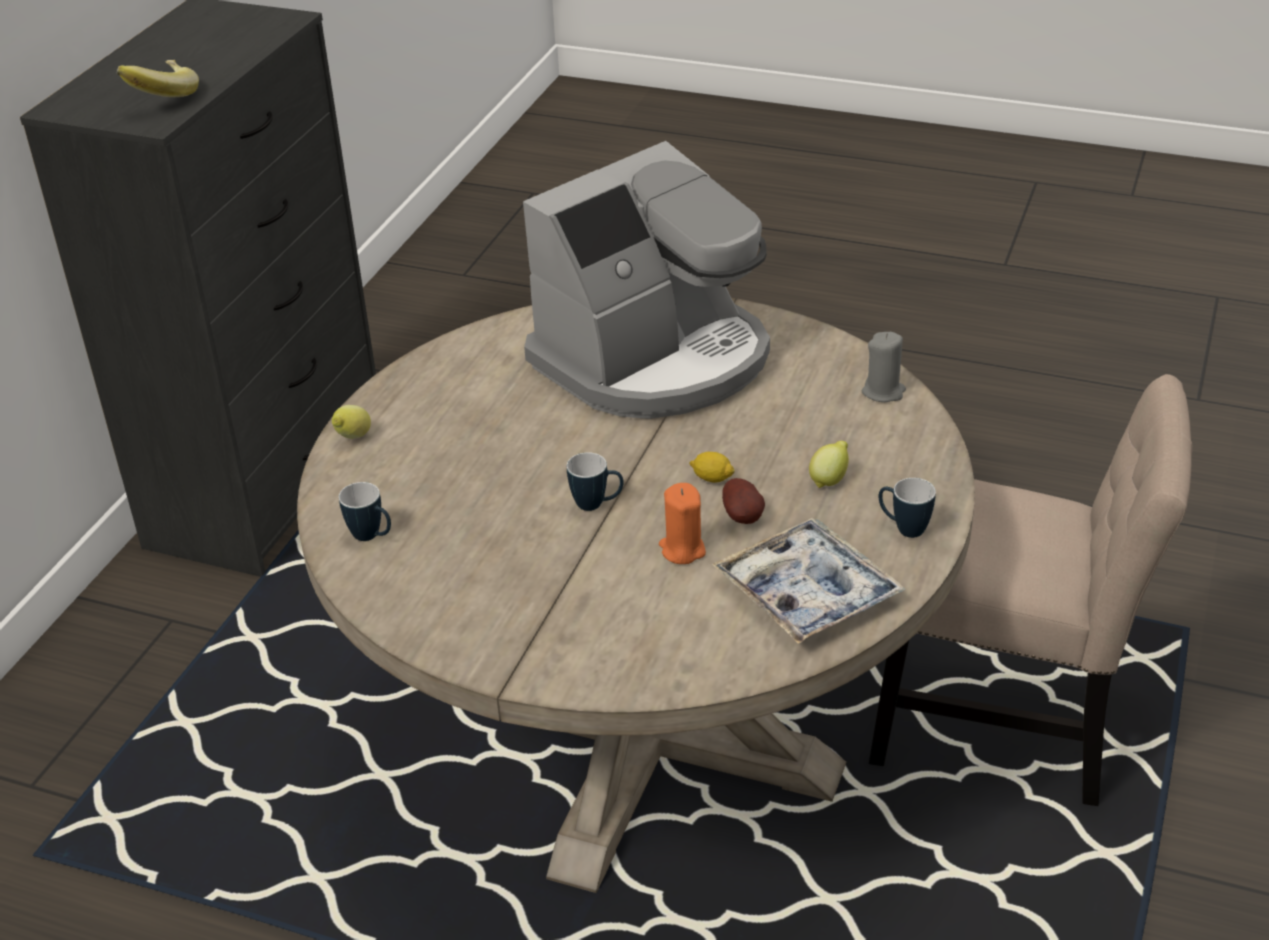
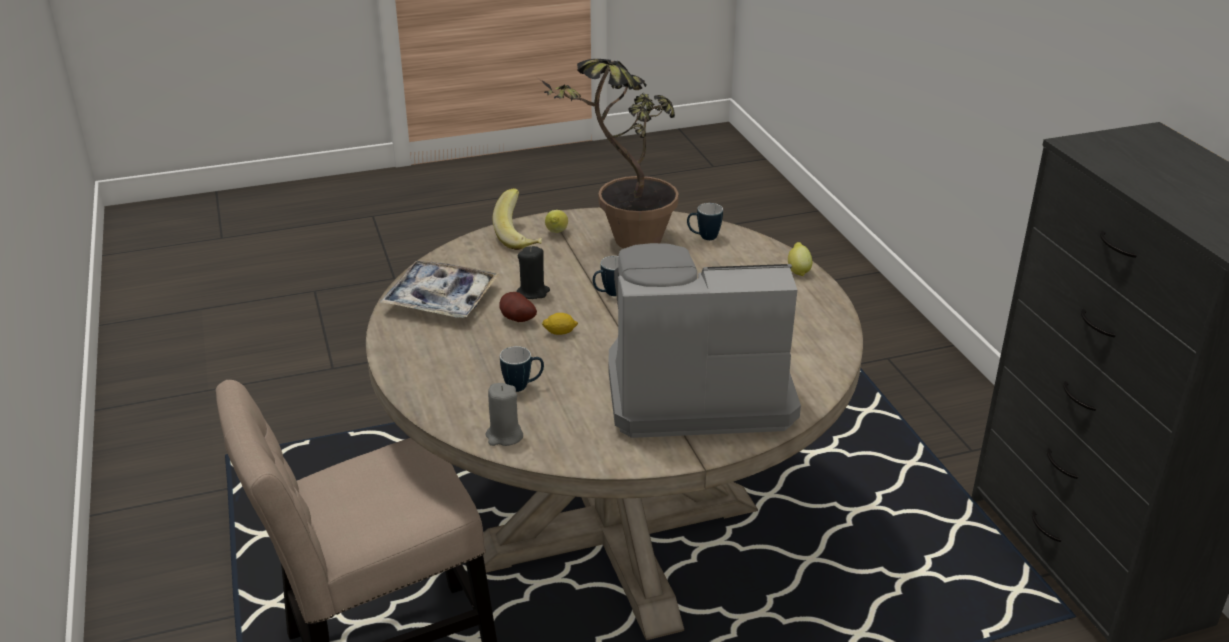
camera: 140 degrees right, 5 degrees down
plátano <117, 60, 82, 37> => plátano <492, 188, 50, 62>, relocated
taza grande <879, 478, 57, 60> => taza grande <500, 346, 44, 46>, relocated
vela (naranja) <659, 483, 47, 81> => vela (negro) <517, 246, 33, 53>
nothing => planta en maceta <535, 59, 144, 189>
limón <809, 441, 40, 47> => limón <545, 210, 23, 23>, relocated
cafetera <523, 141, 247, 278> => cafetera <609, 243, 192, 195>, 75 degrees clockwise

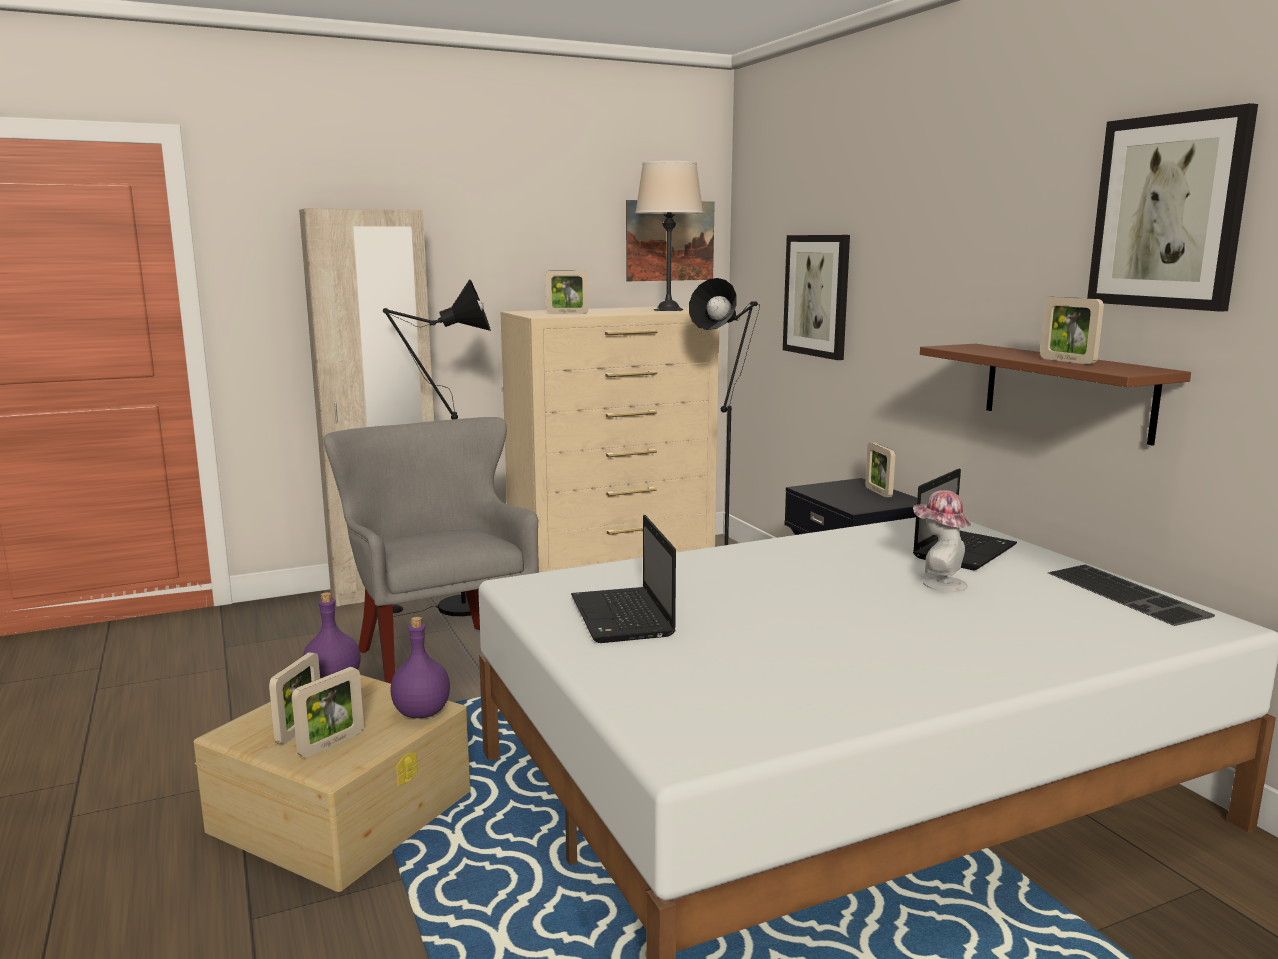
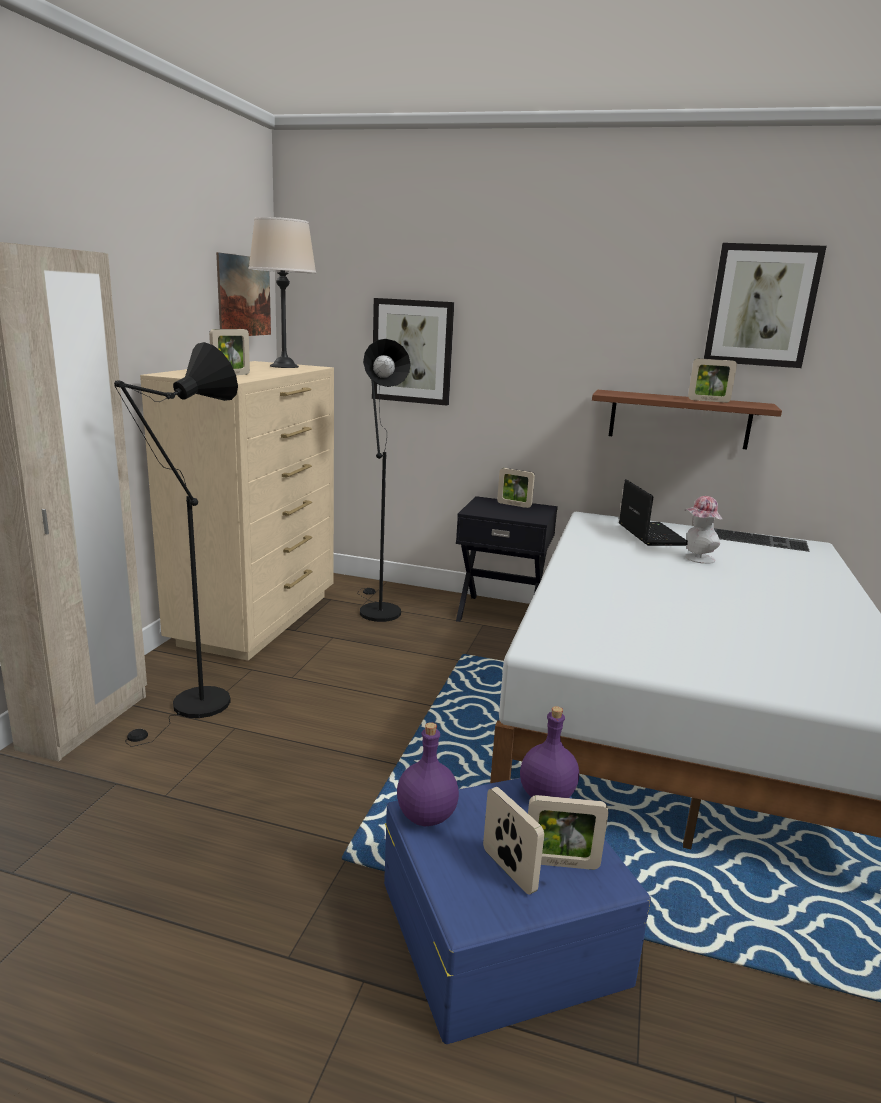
camera: 50 degrees left, 5 degrees up
caja de almacenaje (beis) <194, 675, 276, 217> => caja de almacenaje (azul) <384, 778, 267, 266>
portarretratos <292, 667, 72, 91> => portarretratos <528, 795, 80, 75>, 105 degrees clockwise
sillón (gris) <324, 417, 215, 267> => nothing
portátil <571, 515, 105, 128> => nothing

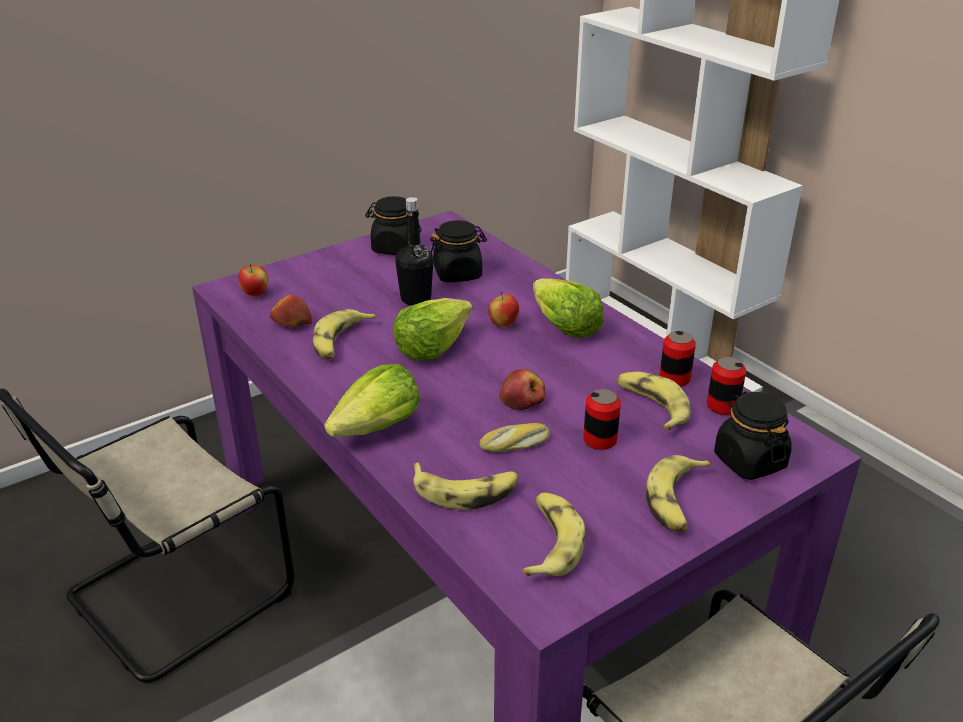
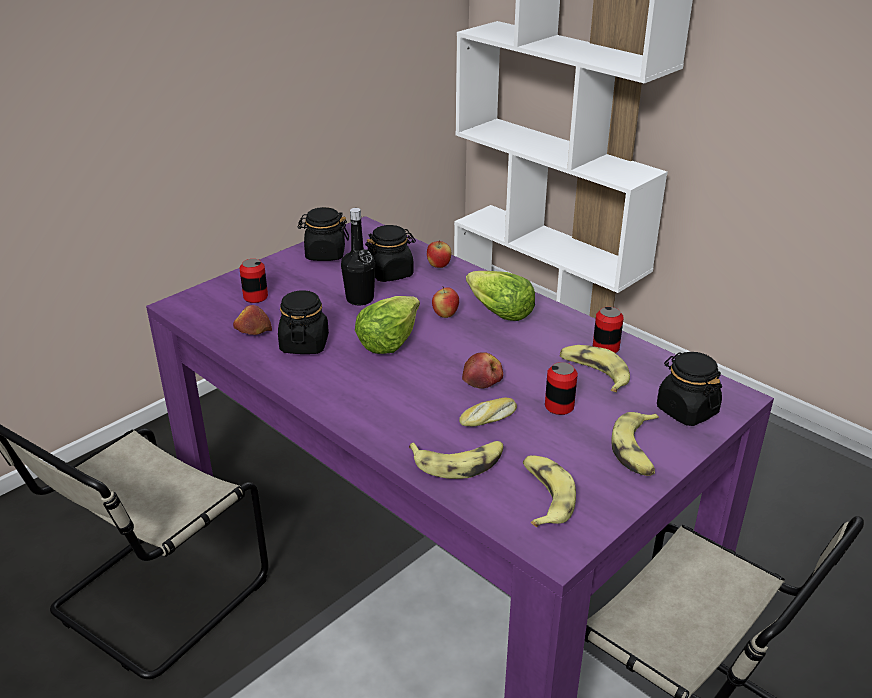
camera: 10 degrees left, 0 degrees up
lata <707, 357, 39, 58> => lata <239, 259, 29, 44>, relocated
plátano <313, 309, 63, 51> => tarro (negro) <278, 290, 51, 64>
manzana <238, 264, 30, 32> => manzana <427, 240, 24, 28>, relocated
lechuga <324, 364, 96, 73> => nothing

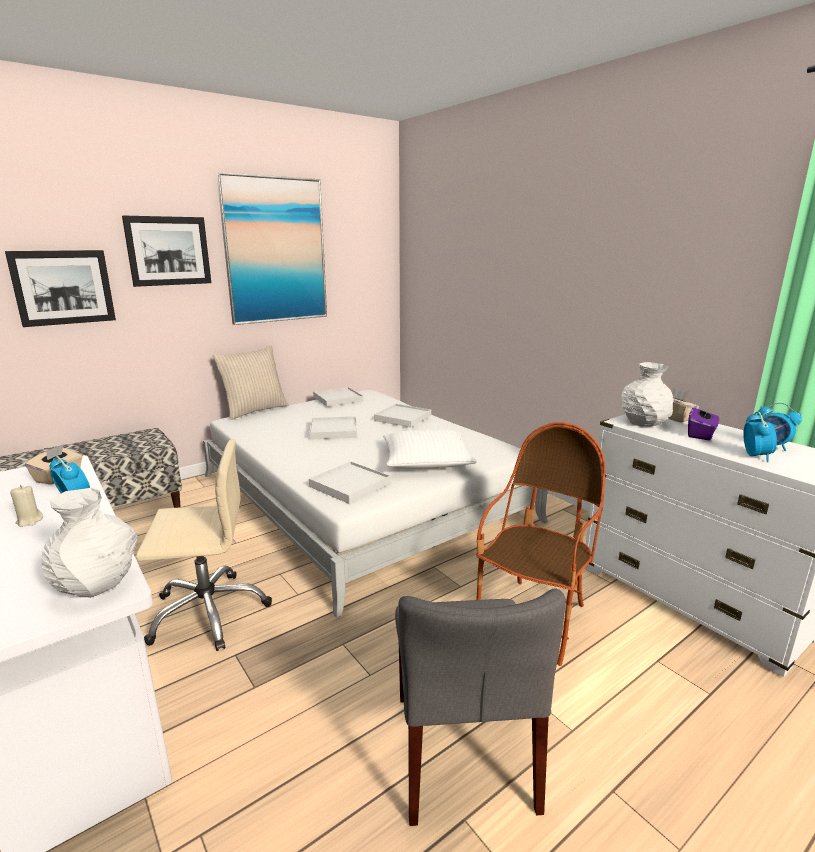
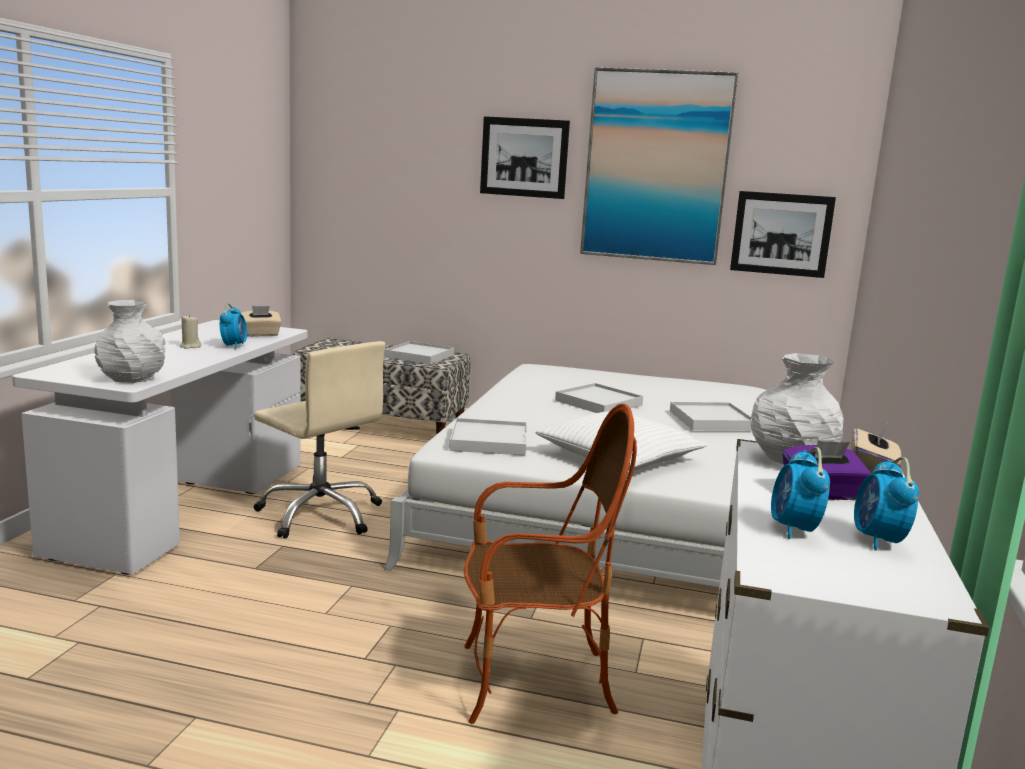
camera: 50 degrees right, 5 degrees down
bandeja (blanco) <313, 387, 50, 20> => bandeja (blanco) <384, 341, 70, 24>, relocated
cuadro <5, 250, 111, 77> => cuadro <730, 191, 106, 87>, relocated
despertador <743, 411, 34, 51> => despertador <771, 447, 59, 92>, 120 degrees clockwise
cojín (beis) <212, 345, 77, 75> => nothing
silla (gris) <395, 588, 171, 238> => nothing

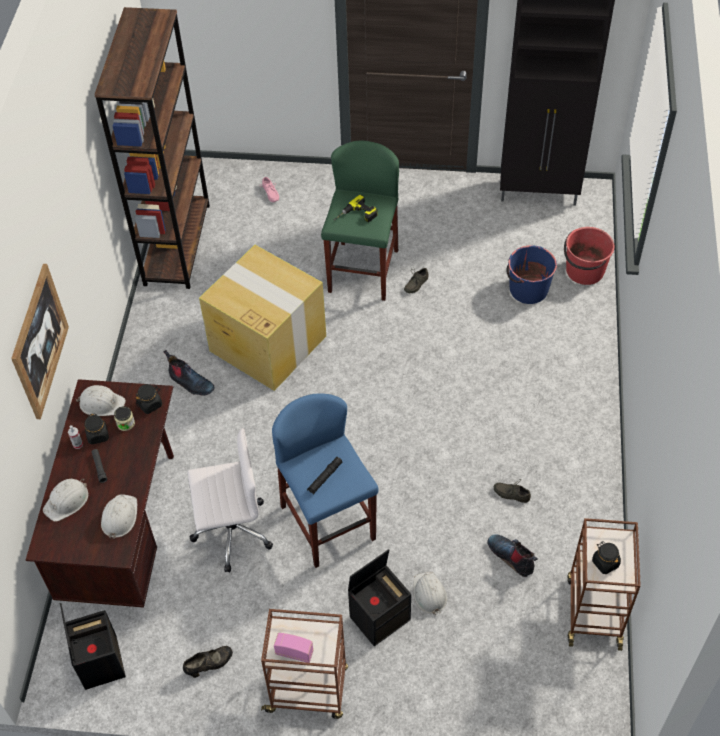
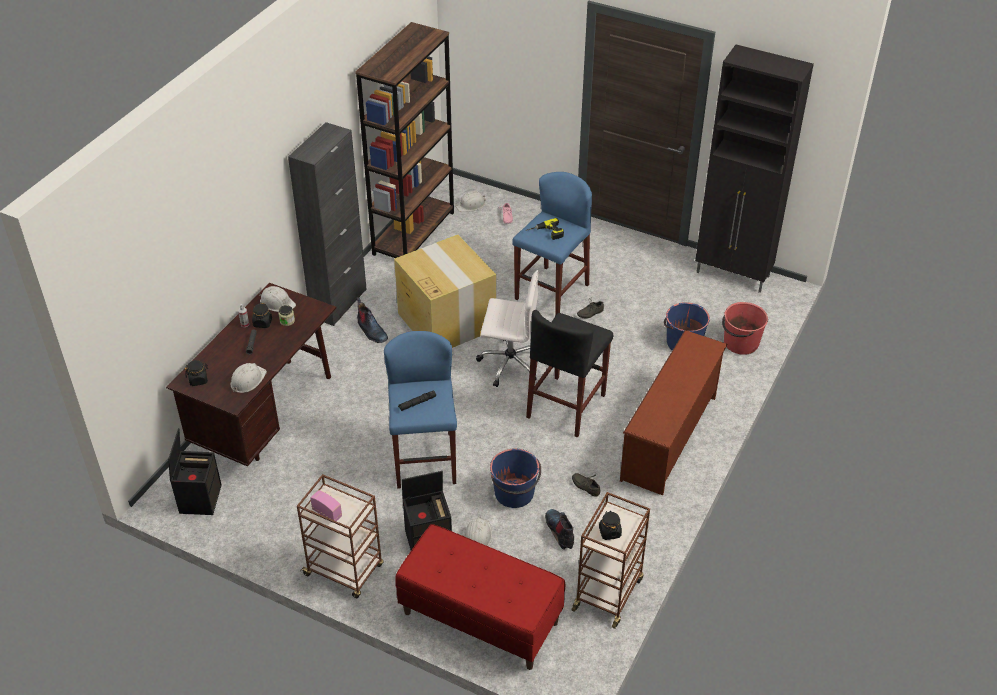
camera: 20 degrees right, 10 degrees down
tarro (negro) <135, 384, 27, 30> => tarro (negro) <185, 360, 23, 26>, relocated
nothing => armario (negro) <288, 122, 79, 204>
nothing => banco (rojo) <395, 524, 170, 146>
casco (blanco) <43, 479, 45, 43> => casco (blanco) <455, 191, 31, 21>, relocated
silla de oficina (blanco) <188, 428, 85, 144> => silla de oficina (blanco) <476, 270, 63, 117>, relocated
nothing => cubo (azul) <490, 448, 51, 60>
taburete (verde) <321, 140, 78, 161> => taburete (azul) <512, 172, 80, 144>
nothing => taburete (negro) <526, 310, 87, 128>
nothing => zapatero (marrón) <620, 330, 108, 165>
cuadro <11, 264, 58, 155> => nothing
zapato (negro) <183, 646, 50, 32> => nothing

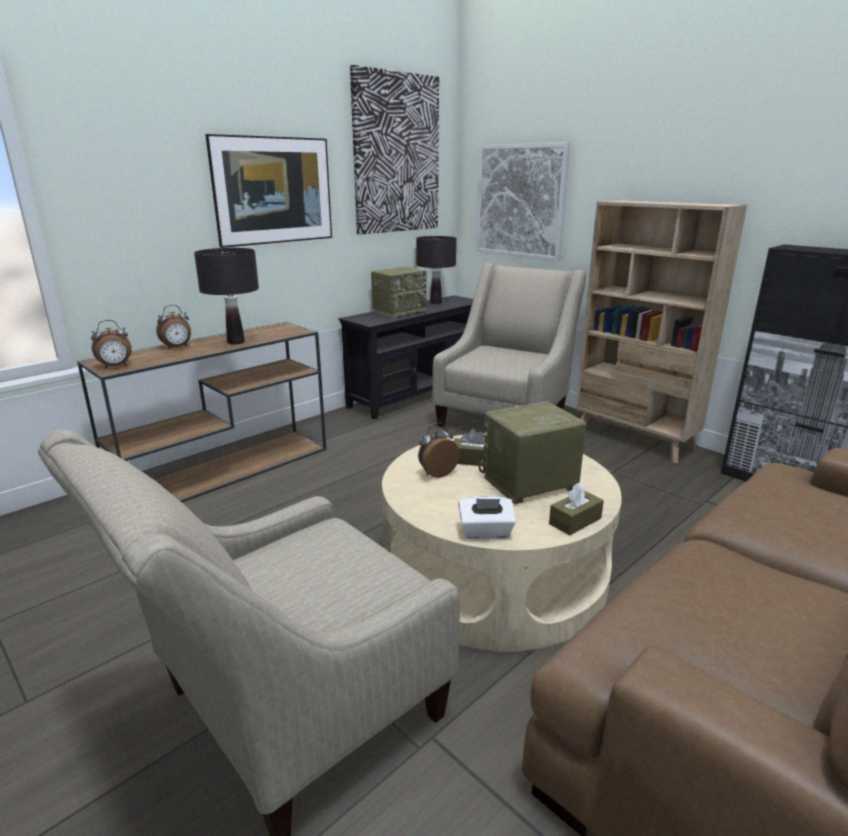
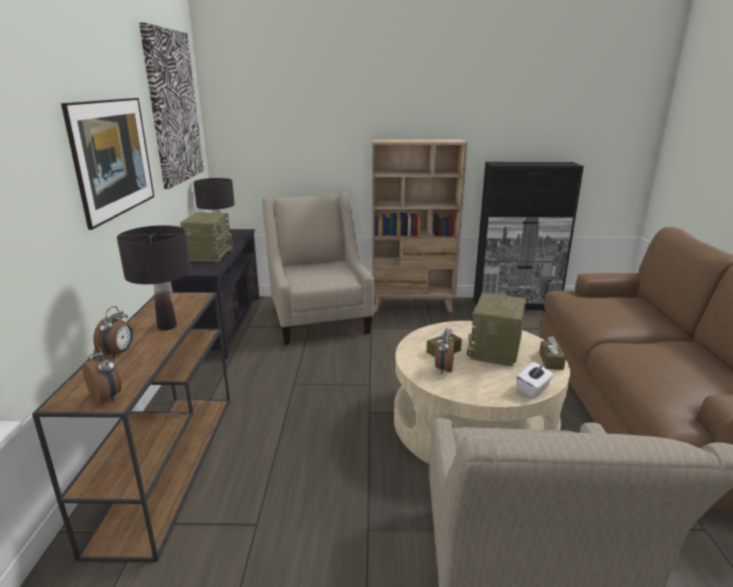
camera: 45 degrees left, 0 degrees up
despertador <91, 320, 41, 49> => despertador <82, 344, 40, 60>, 60 degrees counterclockwise
cuadro <476, 142, 94, 119> => nothing

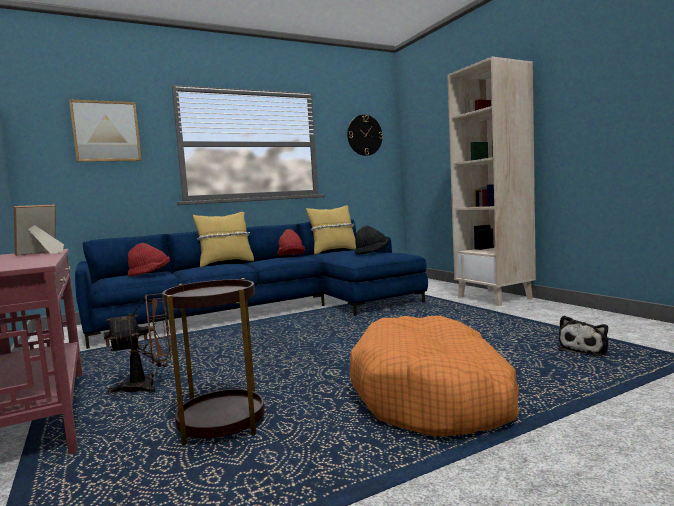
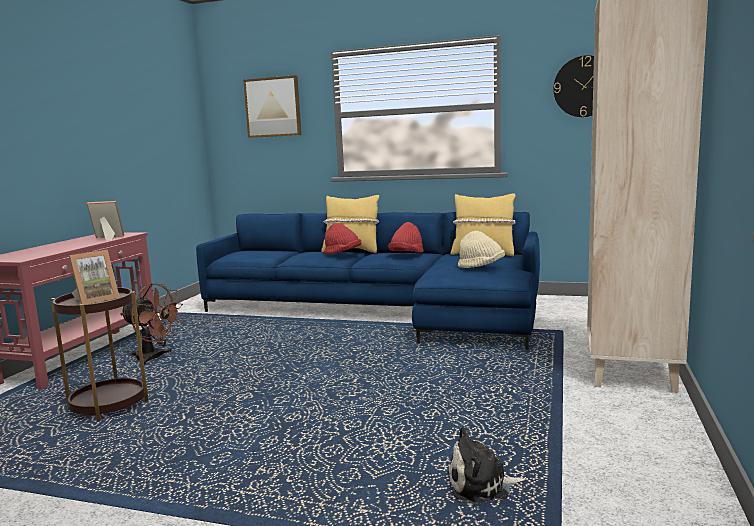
camera: 45 degrees right, 5 degrees up
nothing => portarretratos <69, 250, 51, 55>
sombrero (rojo) <128, 243, 42, 34> => sombrero (rojo) <324, 223, 38, 32>, relocated
sombrero (negro) <355, 225, 34, 30> => sombrero (beis) <458, 231, 47, 37>
cama para perro (naranja) <350, 316, 169, 121> => nothing

